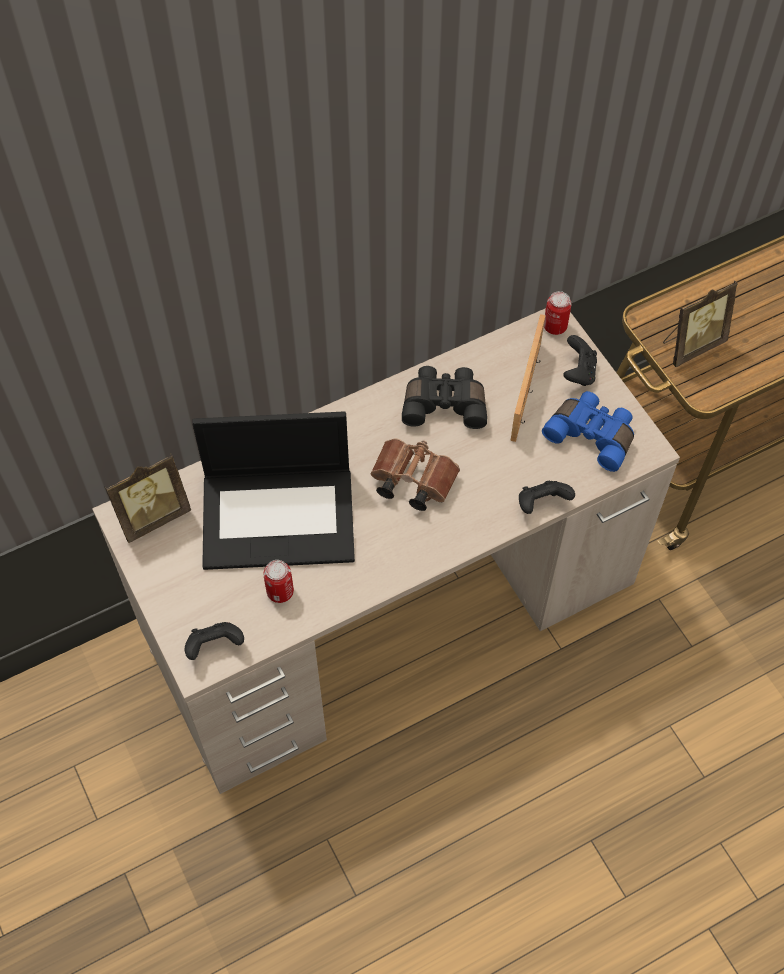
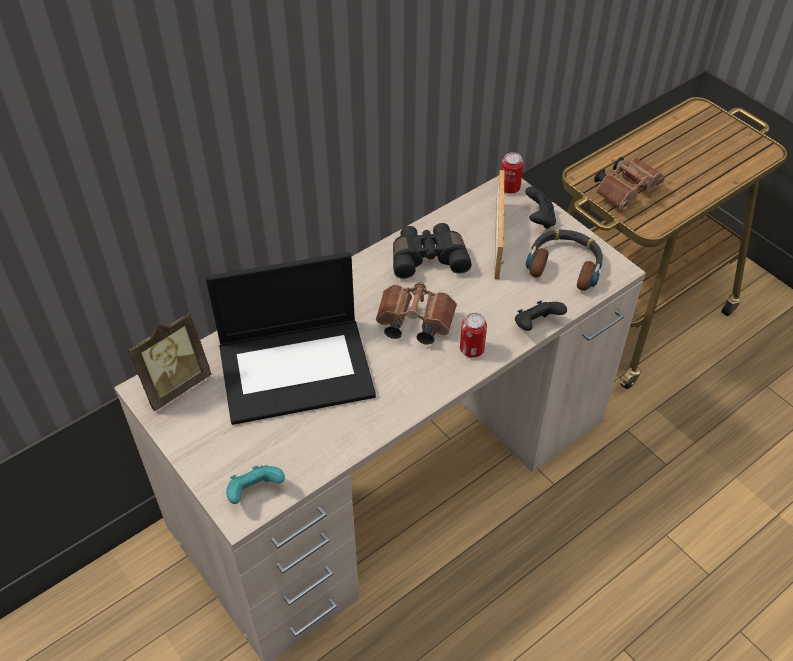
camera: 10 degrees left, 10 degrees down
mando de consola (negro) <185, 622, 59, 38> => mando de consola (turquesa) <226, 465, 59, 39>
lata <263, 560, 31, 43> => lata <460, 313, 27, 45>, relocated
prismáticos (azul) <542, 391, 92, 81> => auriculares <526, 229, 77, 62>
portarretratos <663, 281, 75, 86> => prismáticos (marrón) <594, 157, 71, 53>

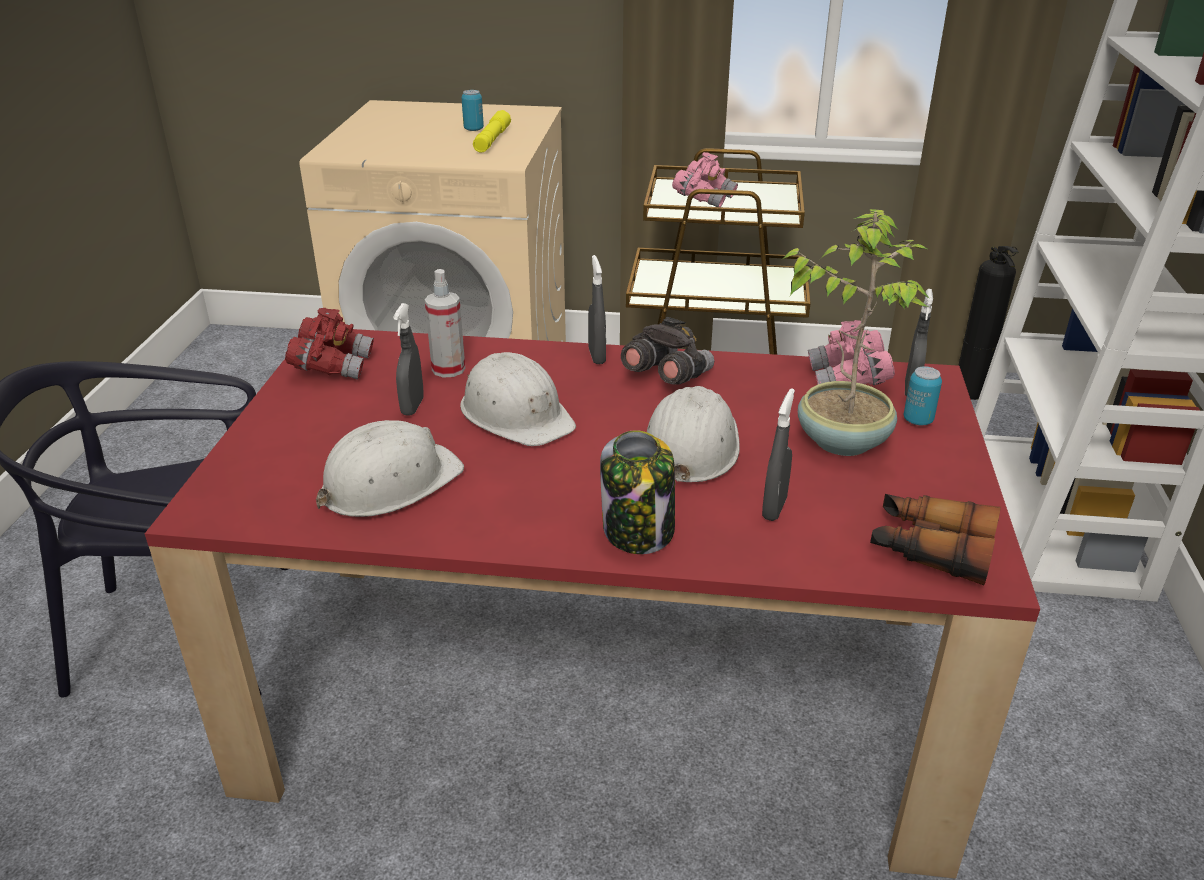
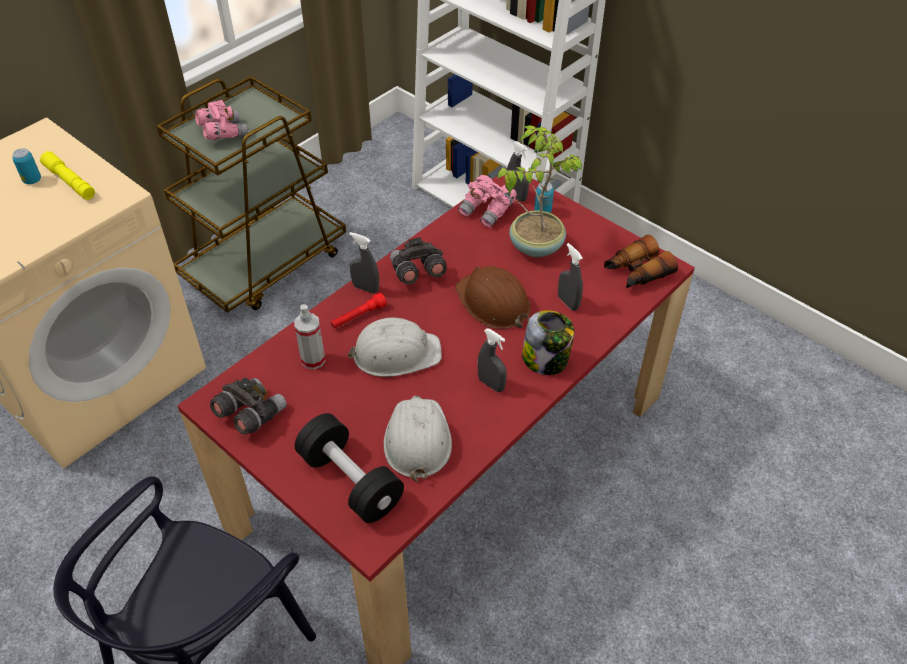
camera: 55 degrees left, 15 degrees up
prismáticos (rojo) <285, 308, 89, 72> => prismáticos (gris) <210, 377, 77, 58>
nothing => mancuerna (negro) <295, 413, 109, 110>
nothing => linterna (rojo) <331, 293, 56, 35>
casco (blanco) <647, 386, 93, 96> => casco (marrón) <455, 266, 75, 63>
pulverizador (gris) <393, 303, 31, 112> => pulverizador (gris) <477, 328, 30, 64>, relocated
extintor <958, 246, 60, 154> => nothing

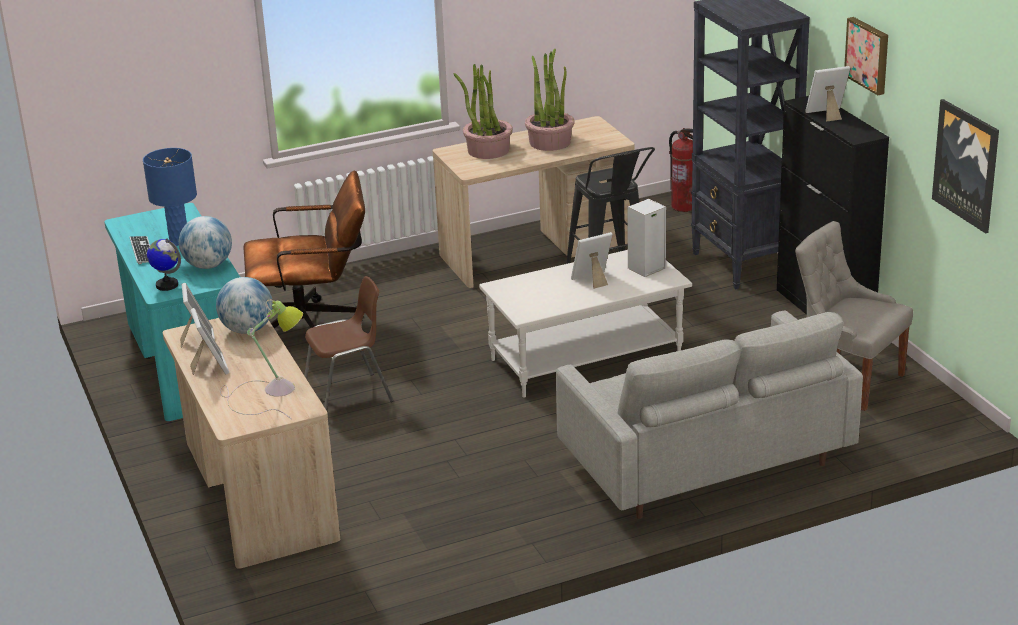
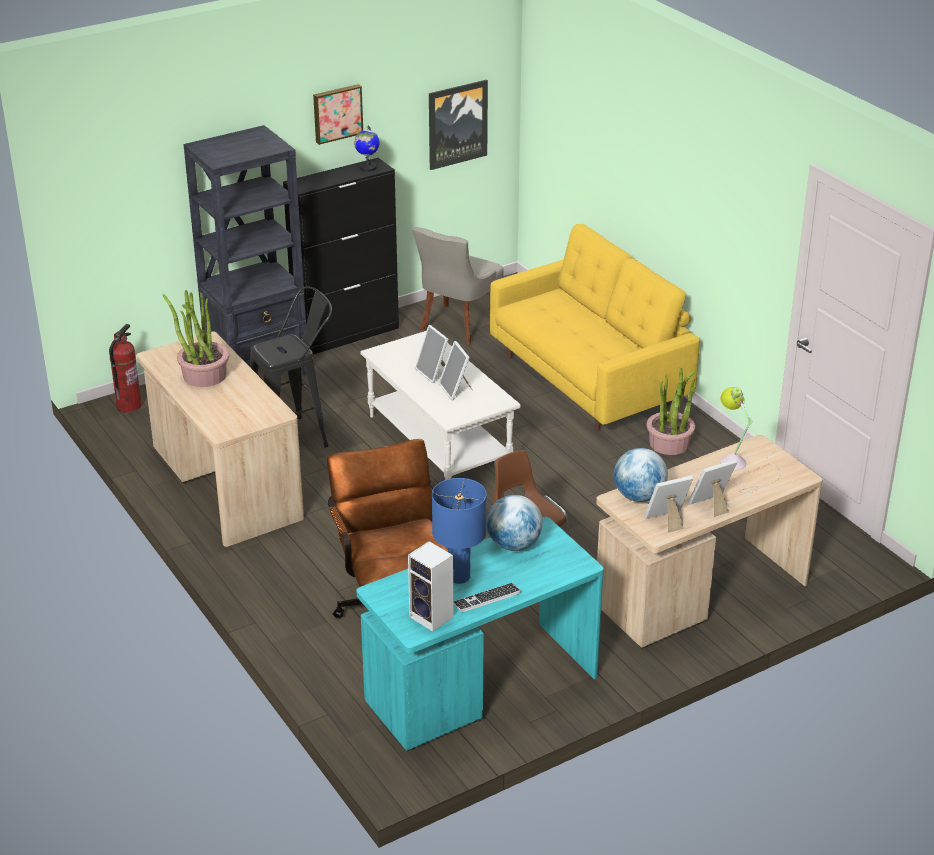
camera: 100 degrees left, 5 degrees up
globo terráqueo <147, 238, 34, 53> => globo terráqueo <354, 126, 25, 46>, relocated
altavoz <627, 199, 39, 78> => altavoz <408, 541, 45, 91>, relocated
portarretratos <805, 66, 45, 56> => portarretratos <439, 341, 34, 59>, relocated
sofá (gris) <556, 311, 307, 208> => sofá (amarillo) <490, 224, 210, 208>
planta en maceta <454, 64, 59, 95> => planta en maceta <647, 368, 49, 87>, relocated

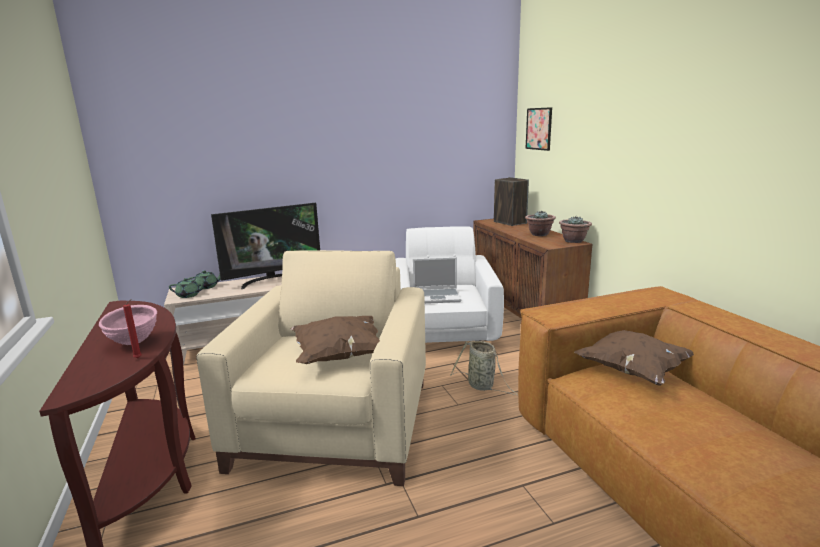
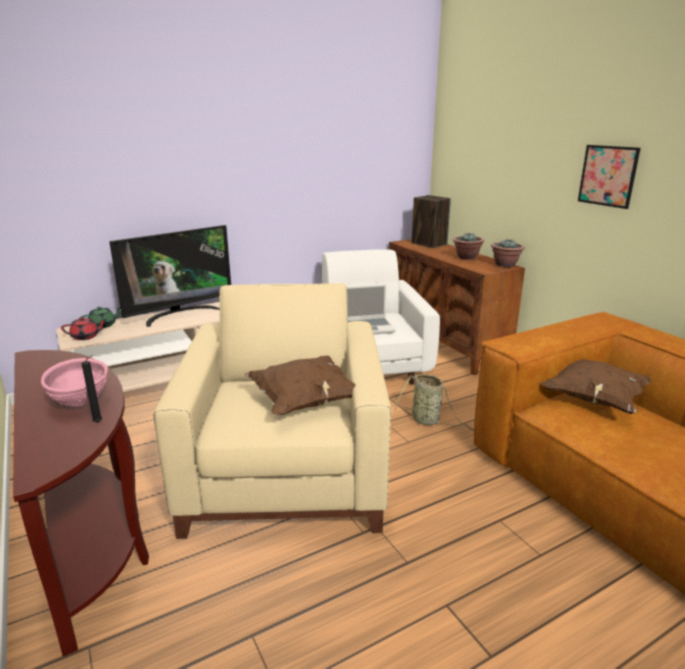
camera: 10 degrees left, 5 degrees up
tetera (verde) <169, 278, 37, 20> => tetera (rojo) <61, 317, 46, 23>
vela (rojo) <123, 299, 19, 59> => vela (negro) <82, 355, 20, 67>
cuadro <526, 107, 26, 44> => cuadro <578, 145, 63, 64>, relocated

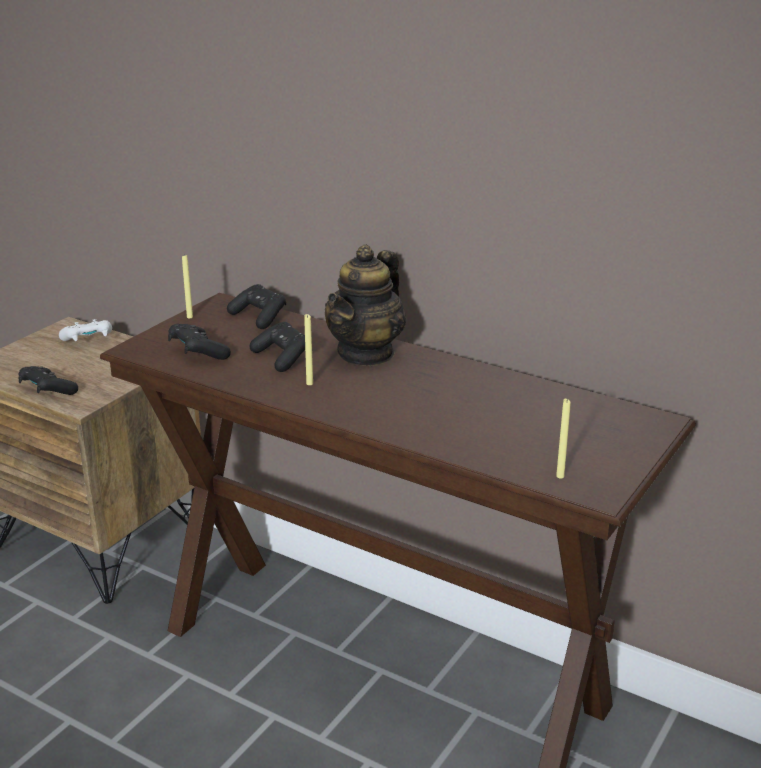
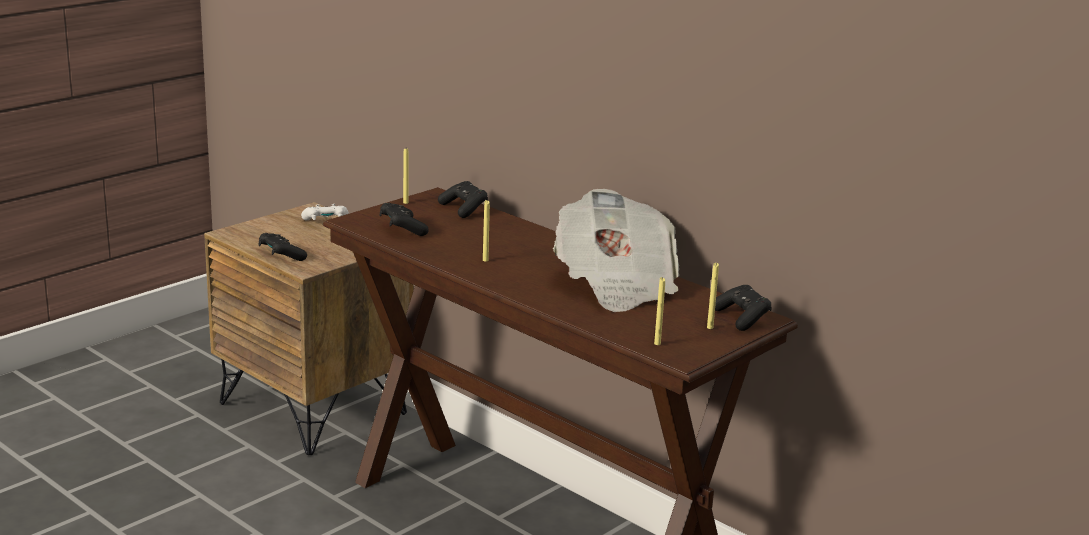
camera: 10 degrees right, 5 degrees down
nothing => periódico <553, 189, 126, 123>
nothing => vela (amarillo) <707, 263, 12, 66>
mando de consola (negro) <249, 322, 56, 50> => mando de consola (negro) <715, 285, 57, 46>, relocated
tetera <325, 244, 81, 122> => nothing

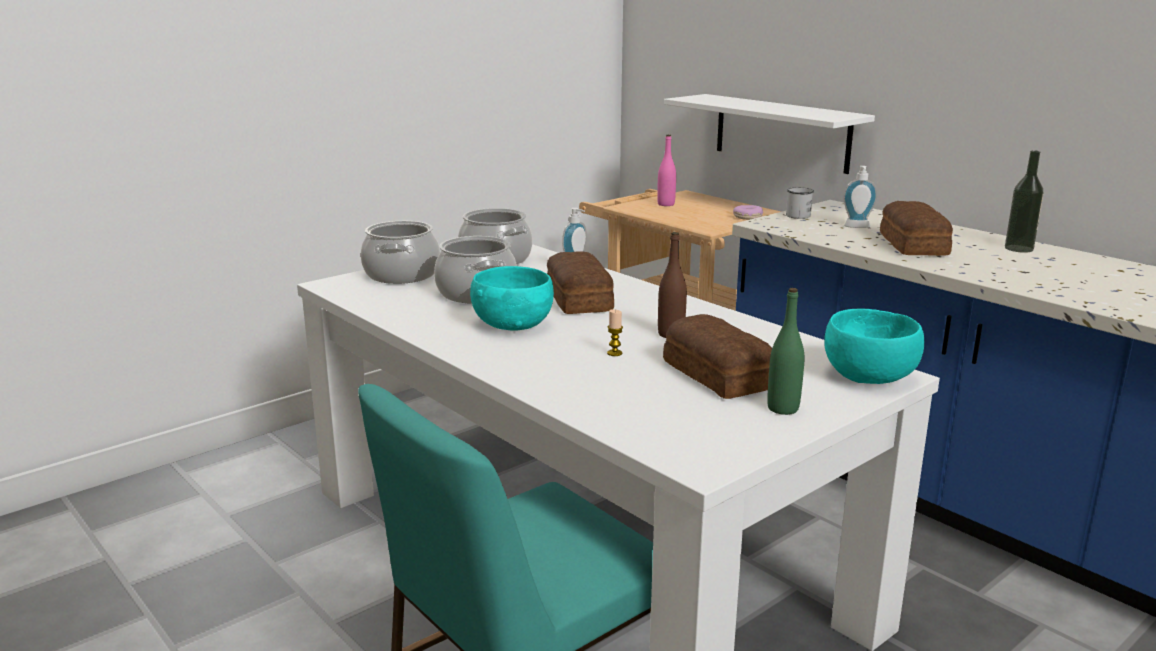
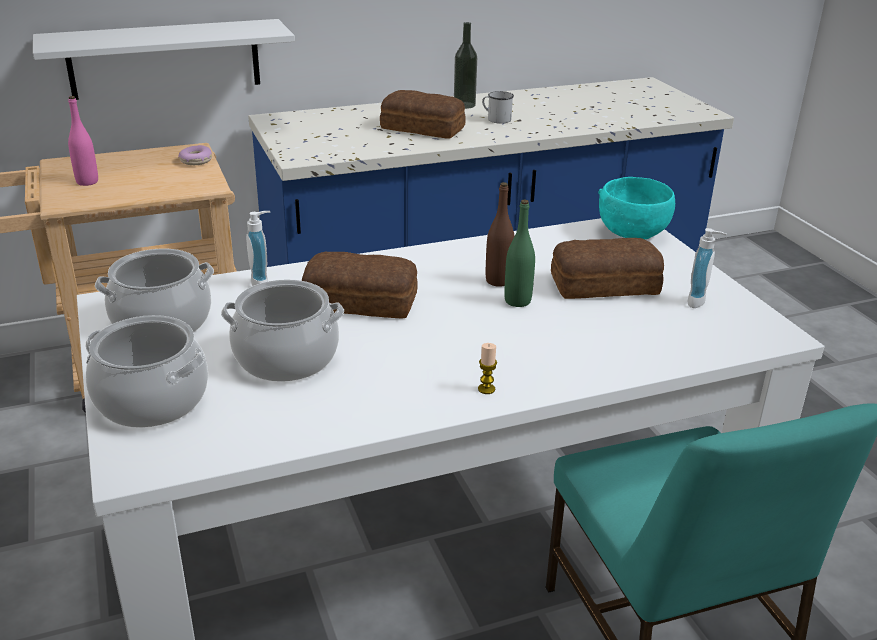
camera: 70 degrees left, 10 degrees up
vela <607, 309, 16, 47> => vela <478, 343, 19, 51>, relocated
taza grande (blanco) <786, 187, 28, 32> => taza grande (blanco) <482, 91, 32, 33>, relocated
botella (verde) <767, 288, 37, 127> => botella (verde) <504, 200, 31, 107>, relocated
dispensador de jabón <843, 166, 34, 62> => dispensador de jabón <687, 228, 39, 80>, relocated
cuenco (turquesa) <470, 266, 84, 65> => nothing

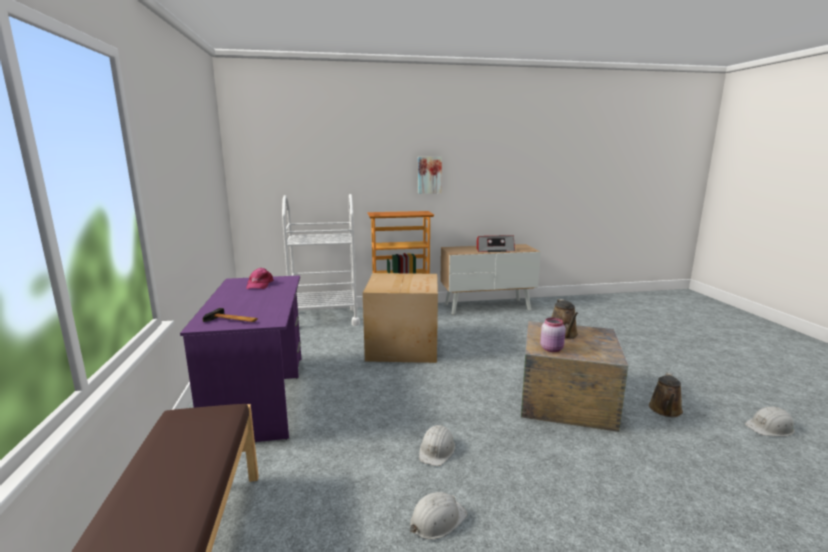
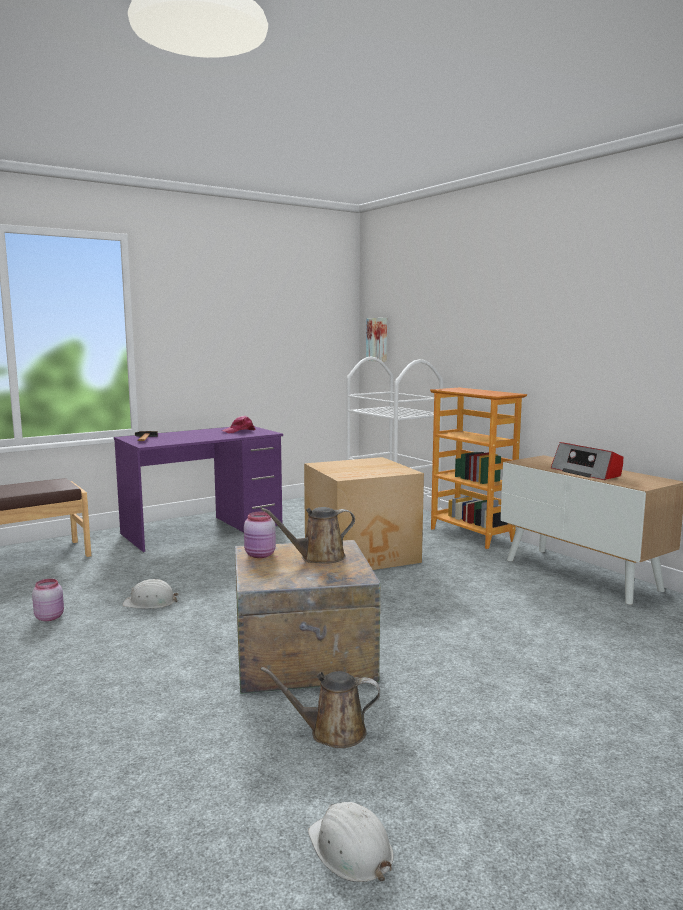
camera: 65 degrees right, 5 degrees down
casco (blanco) <410, 492, 58, 47> => tarro (rosa) <32, 579, 32, 42>
cuadro <418, 157, 24, 37> => cuadro <366, 318, 21, 44>, relocated

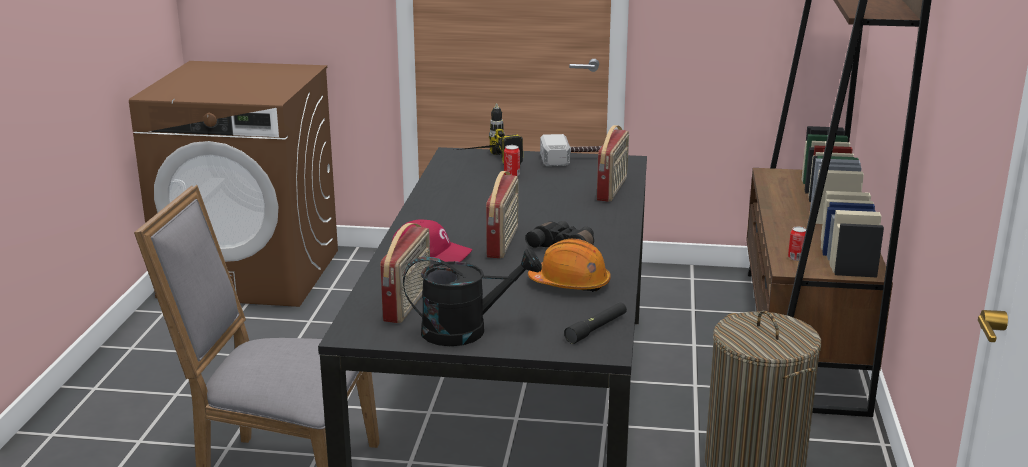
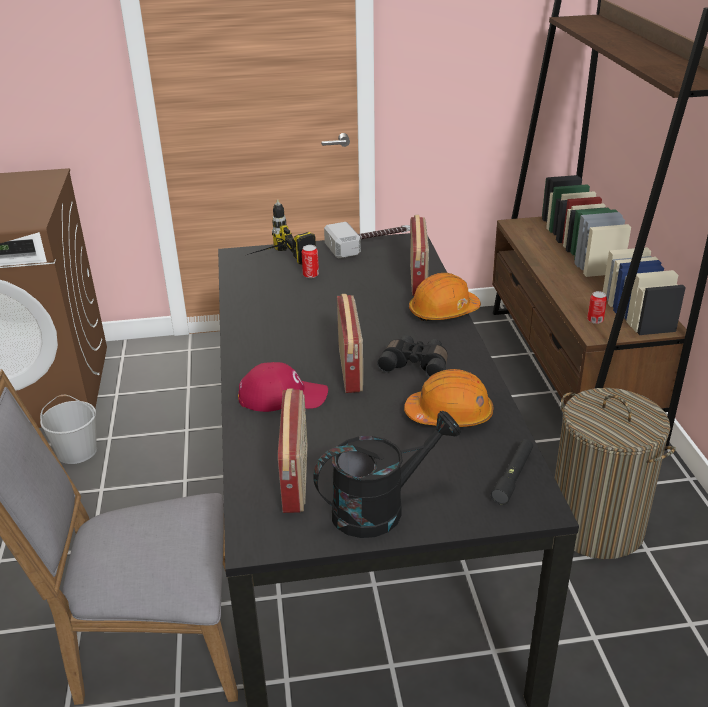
camera: 15 degrees left, 10 degrees up
nothing => cubo (blanco) <40, 395, 57, 69>
nothing => casco (naranja) <409, 273, 72, 48>

